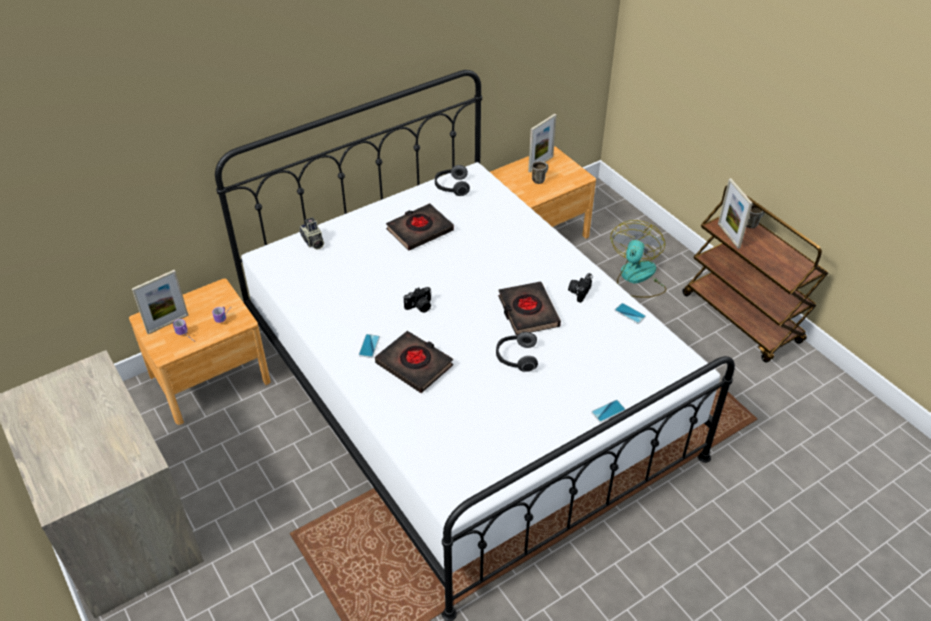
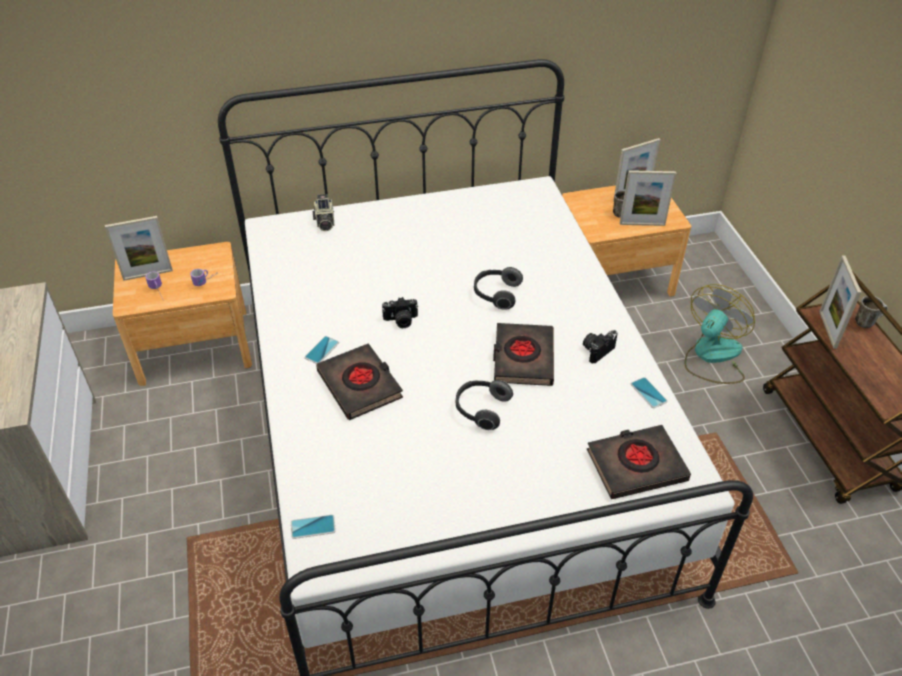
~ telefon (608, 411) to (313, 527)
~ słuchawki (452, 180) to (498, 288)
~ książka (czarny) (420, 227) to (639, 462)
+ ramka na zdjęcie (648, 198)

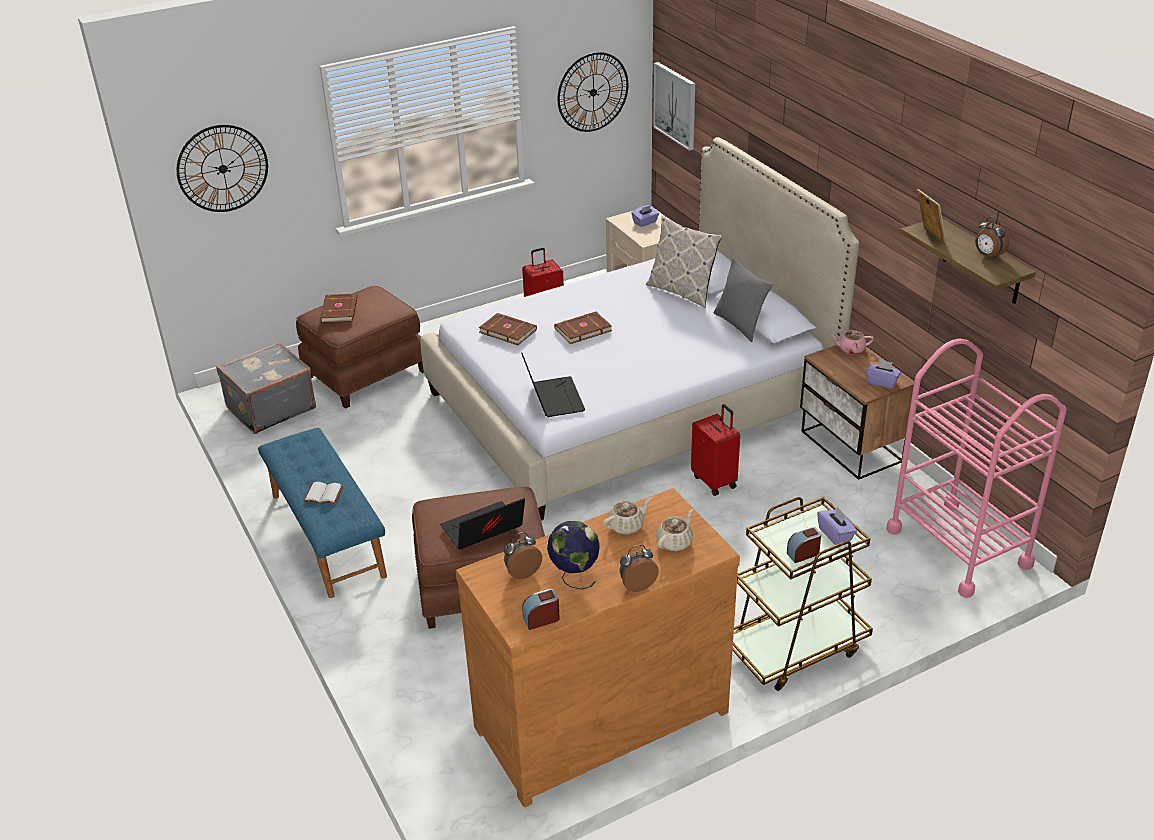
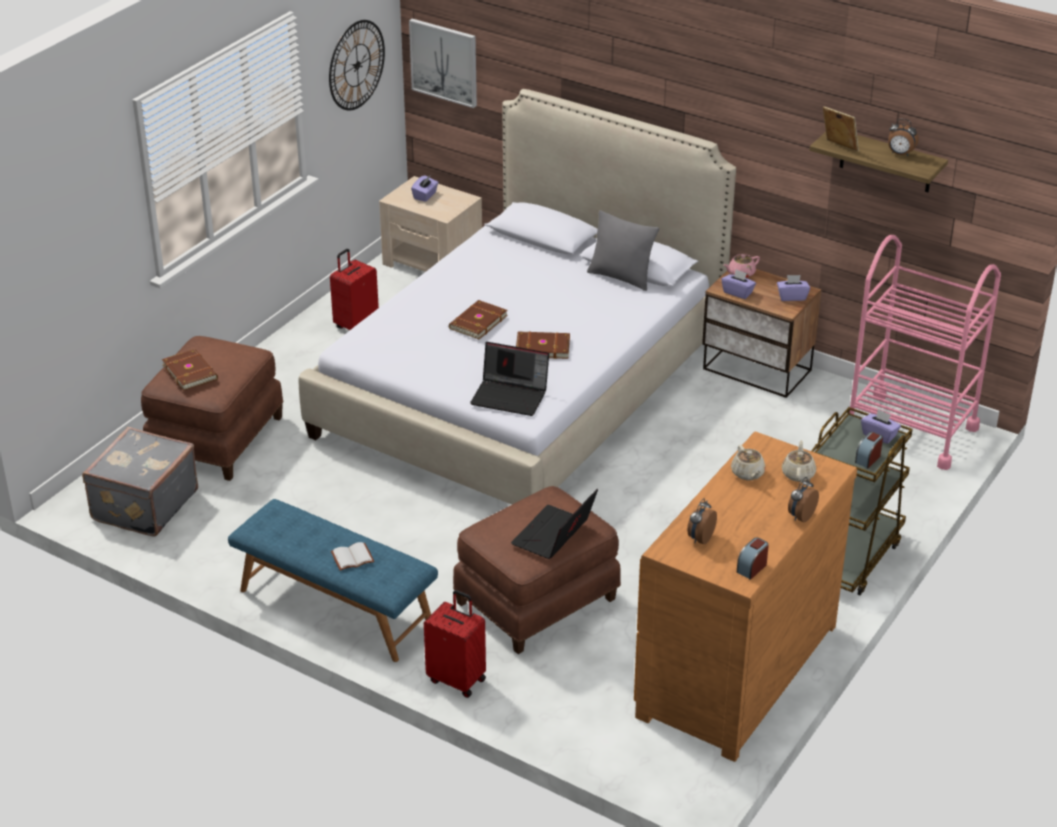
~ walizka (czerwony) (715, 450) to (455, 644)
~ laptop (553, 385) = (509, 379) 150 degrees clockwise
~ książka (brązowy) (508, 329) to (543, 345)
+ pudełko chusteczek (fioletowy) (738, 284)
~ imbryk (beżowy) (627, 515) = (748, 462) 135 degrees clockwise
- zegar ścienny (222, 168)
- globus (573, 555)
- poduszka (684, 261)

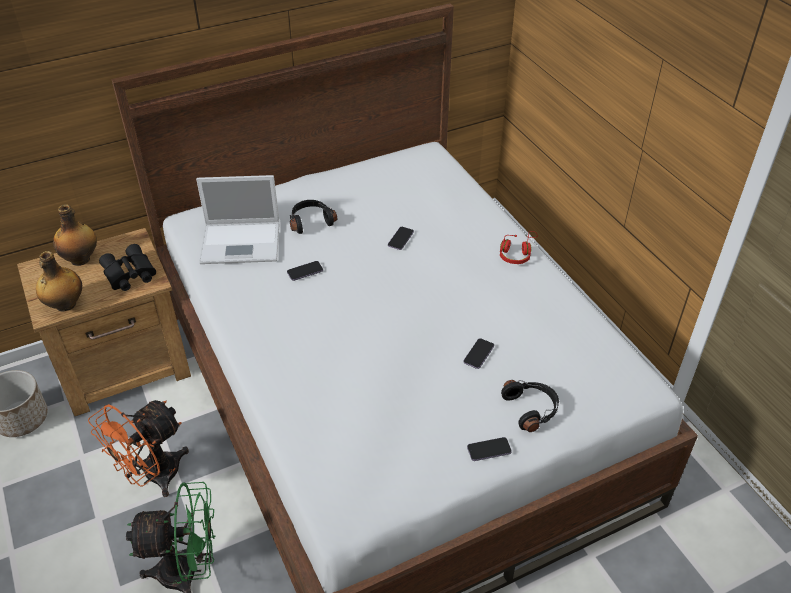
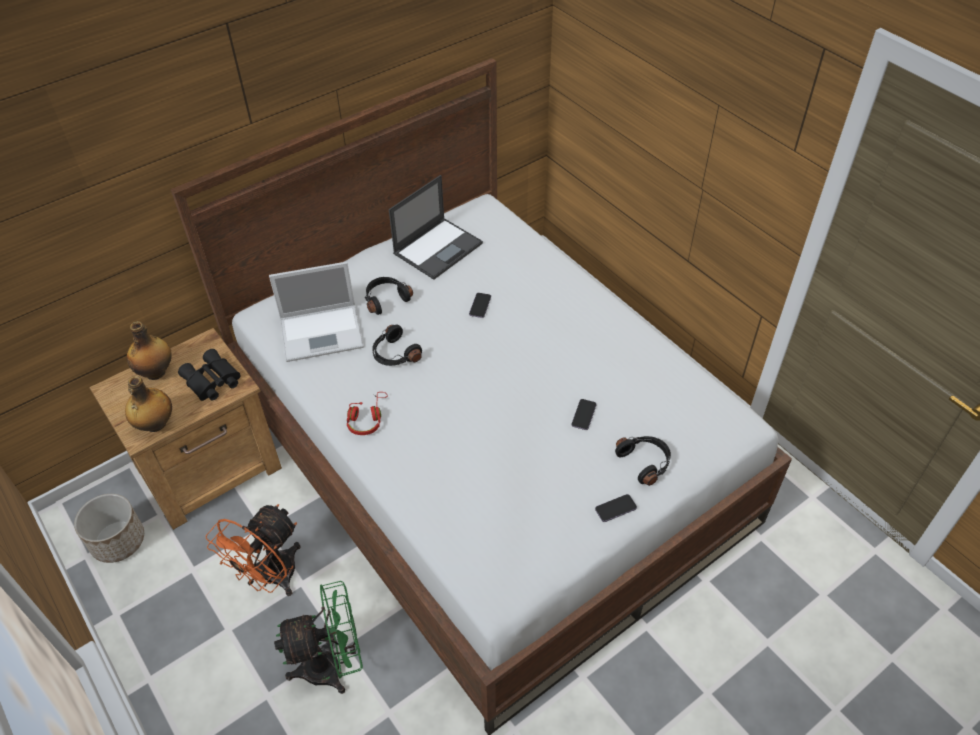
~ słuchawki (czerwony) (519, 247) to (367, 413)
~ telefon (305, 271) to słuchawki (czarny) (397, 345)
+ laptop (436, 227)

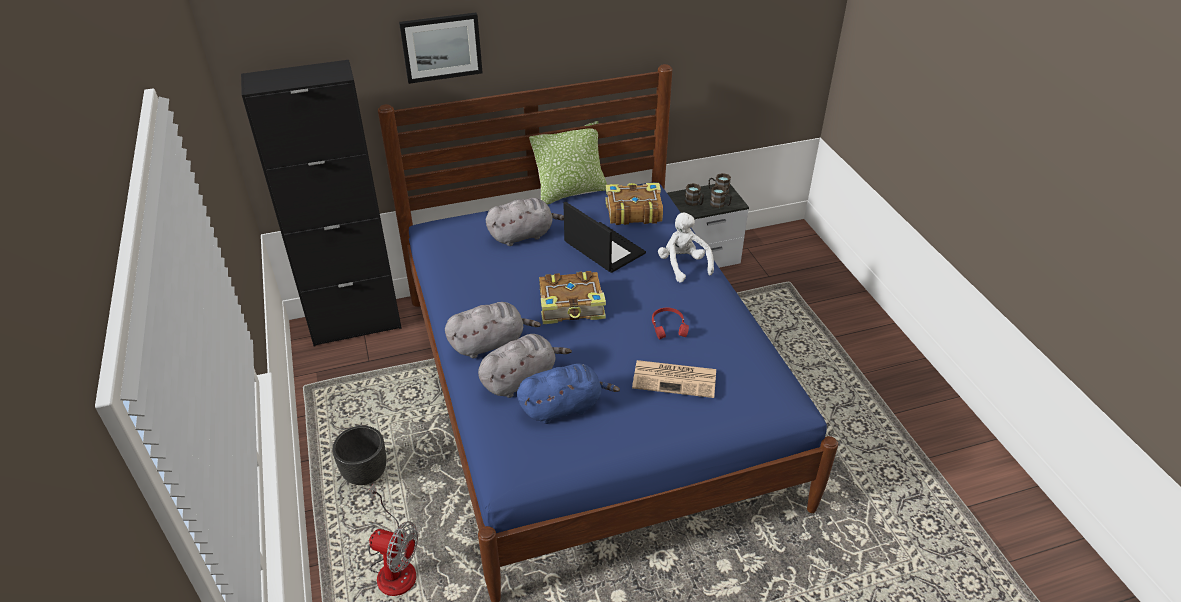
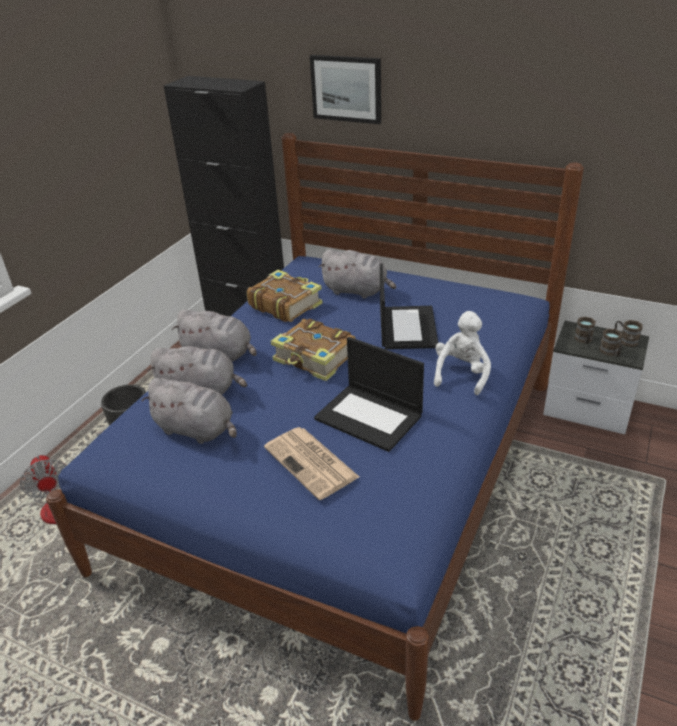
~ pluszak (niebieski) (568, 394) to pluszak (szary) (189, 411)
~ książka (634, 204) to (285, 296)
~ słuchawki (czerwony) (670, 324) to laptop (369, 394)
- poduszka (568, 163)

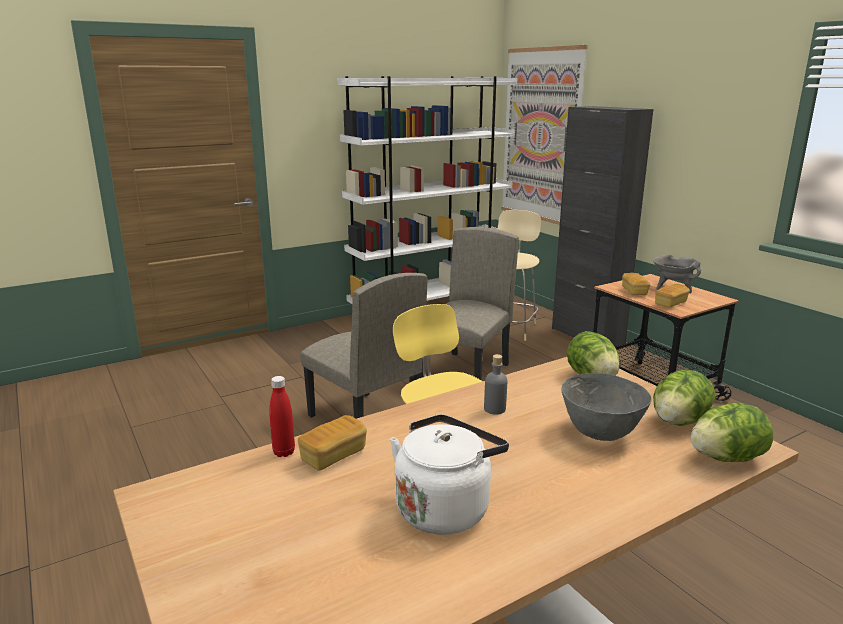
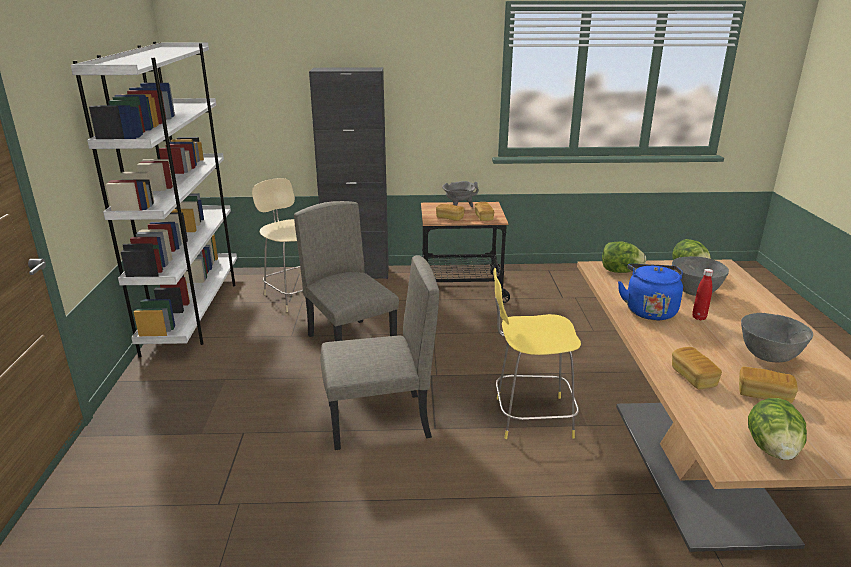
~ butelka (szary) (495, 384) to czajnik (niebieski) (650, 292)
~ butelka (czerwony) (282, 416) to (702, 294)
+ chleb (768, 384)
~ czajnik (biały) (449, 474) to miska (szary) (777, 338)
~ sałata (731, 432) to (777, 429)
- obraz (544, 135)

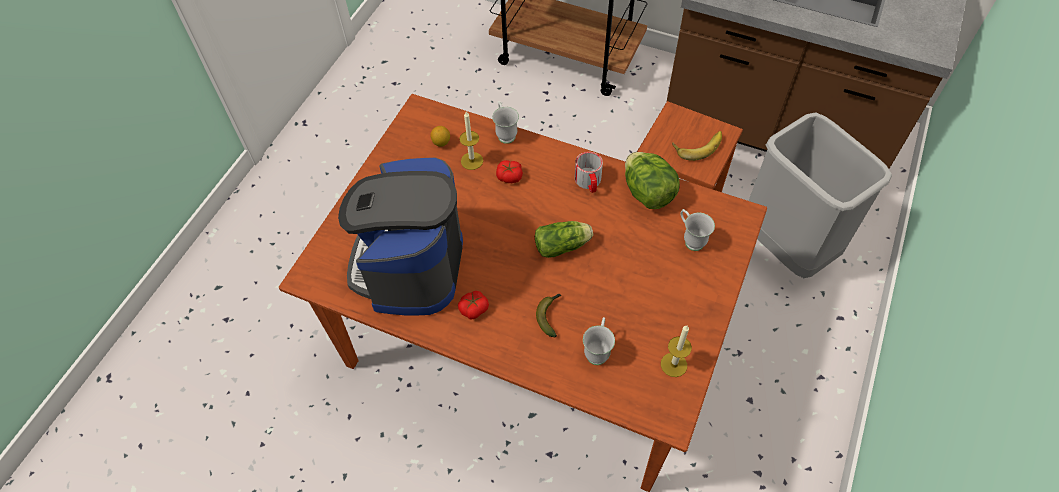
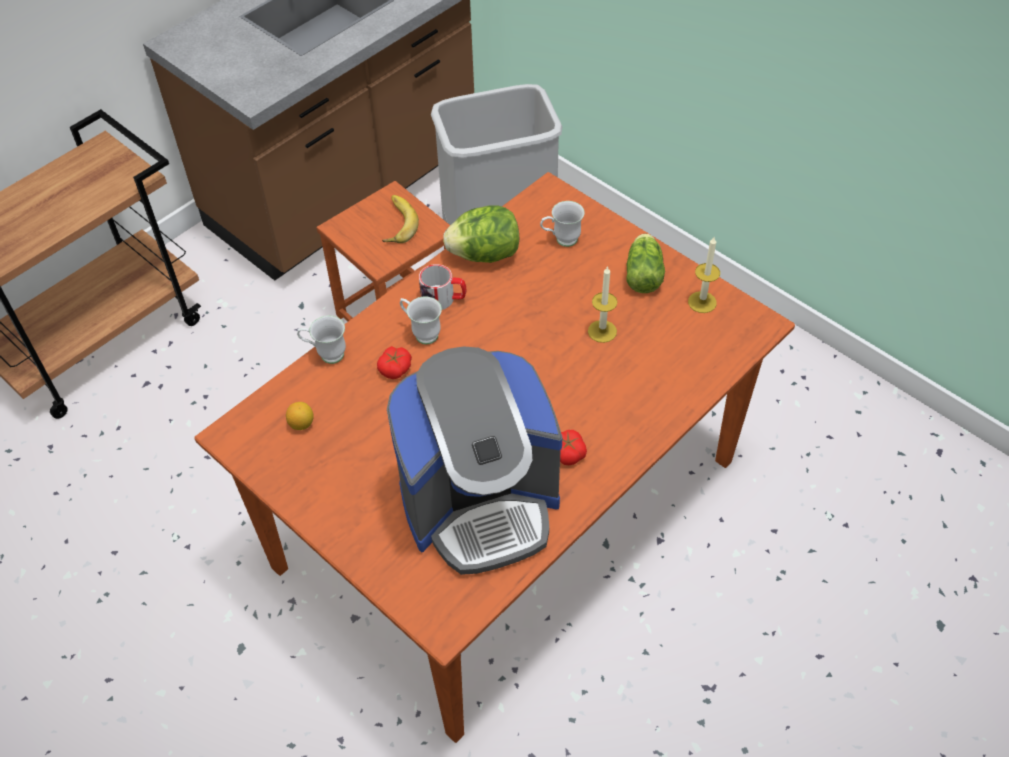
~ ekspres do kawy (400, 236) = (474, 460) 45 degrees counterclockwise
~ kubek (biały) (599, 341) to (421, 320)
~ świeca (471, 141) to (603, 304)
~ sałata (564, 239) to (645, 263)
- banan (548, 316)

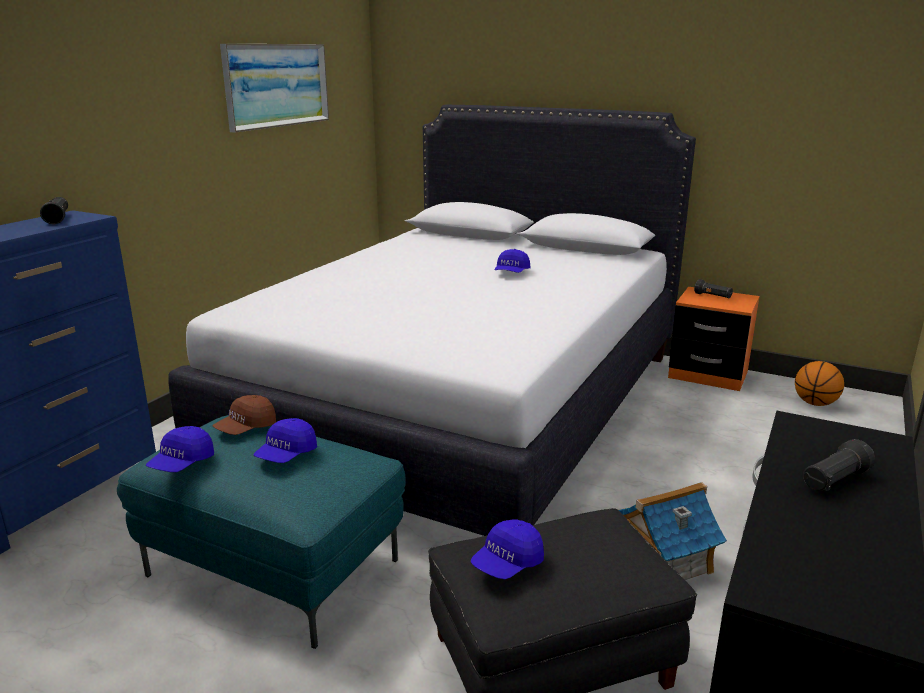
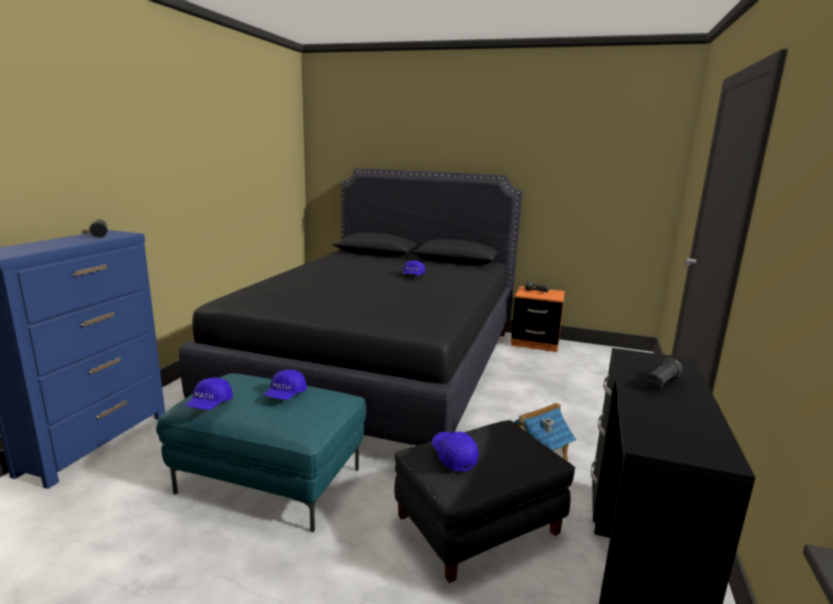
~ łóżko (biały) (432, 320) to łóżko (czarny) (351, 307)
~ czapka z daszkiem (niebieski) (507, 549) = (455, 452) 120 degrees clockwise
- czapka z daszkiem (brązowy) (244, 415)
- obraz (274, 88)
- piłka do koszykówki (819, 383)

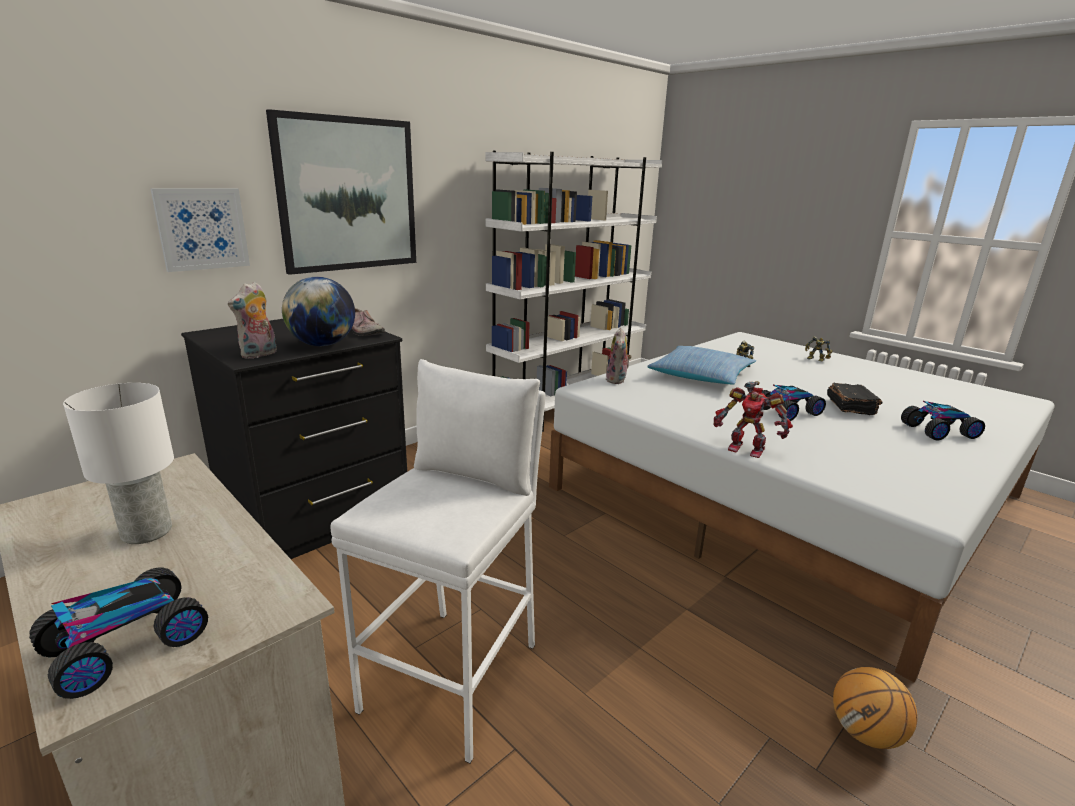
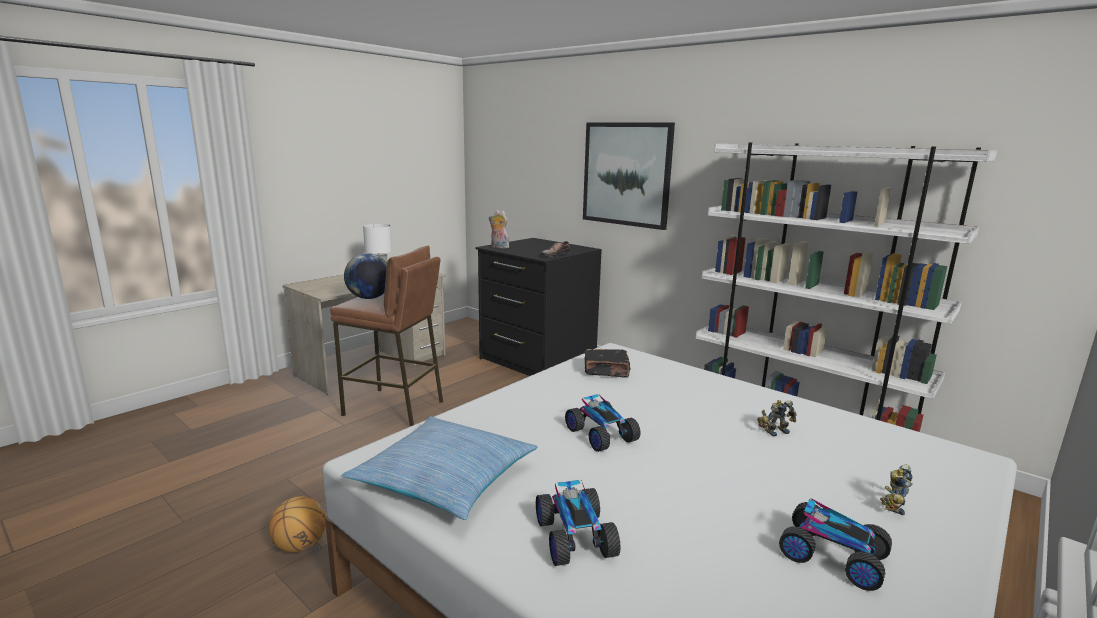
~ stołek (biały) (438, 561) to stołek (brązowy) (386, 336)
~ poduszka (702, 365) to (440, 468)
~ globus (318, 311) to (365, 276)
~ książka (czarny) (854, 399) to (607, 363)
~ samochodzik (118, 633) to (835, 545)
- obraz (200, 230)
- pluszak (619, 356)
- robot zabawkowy (753, 419)

